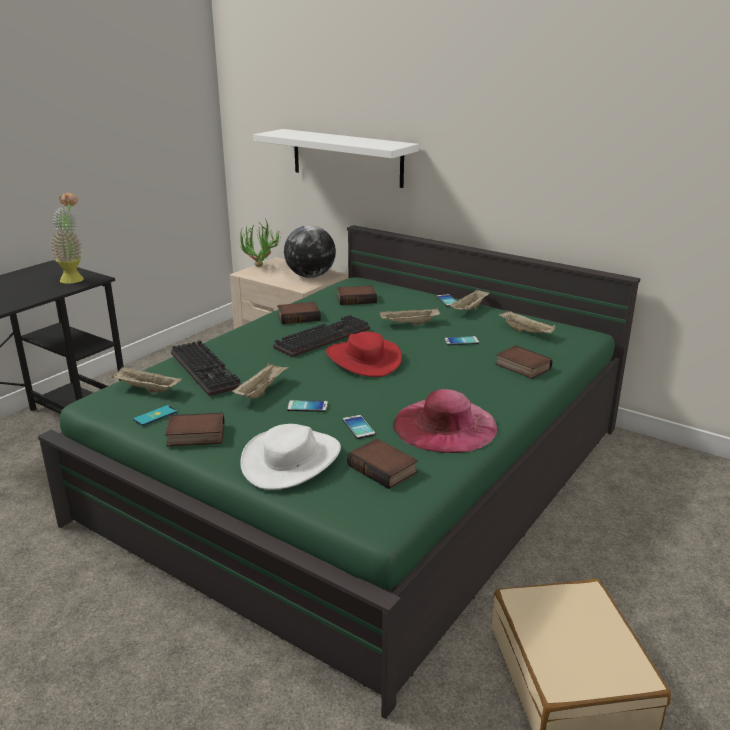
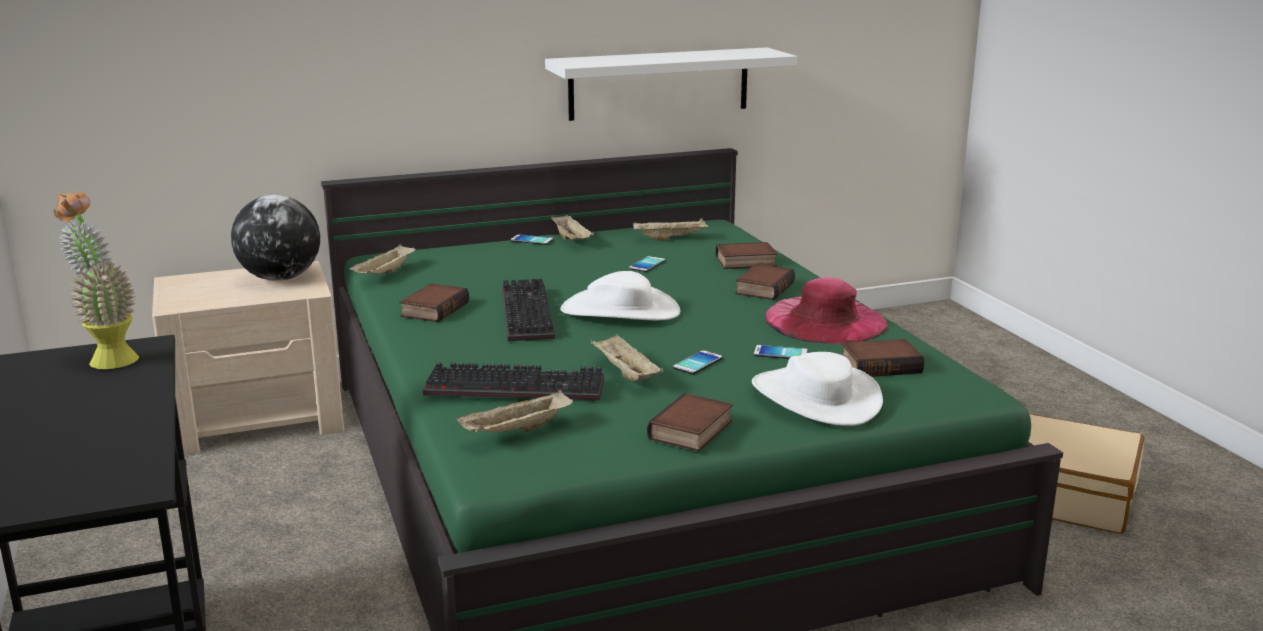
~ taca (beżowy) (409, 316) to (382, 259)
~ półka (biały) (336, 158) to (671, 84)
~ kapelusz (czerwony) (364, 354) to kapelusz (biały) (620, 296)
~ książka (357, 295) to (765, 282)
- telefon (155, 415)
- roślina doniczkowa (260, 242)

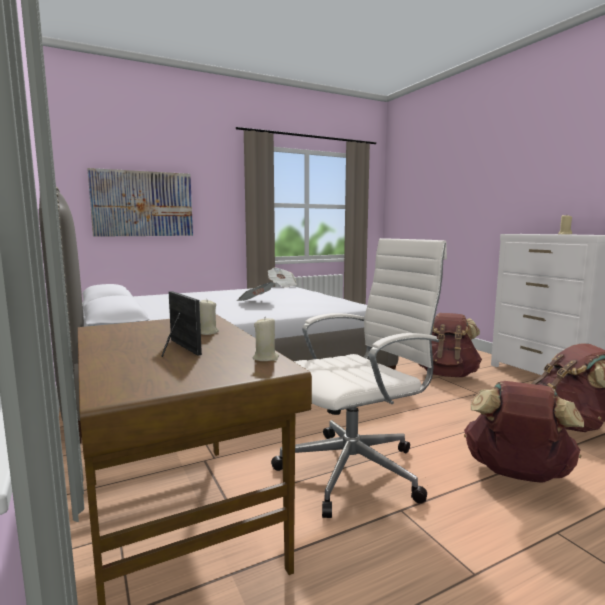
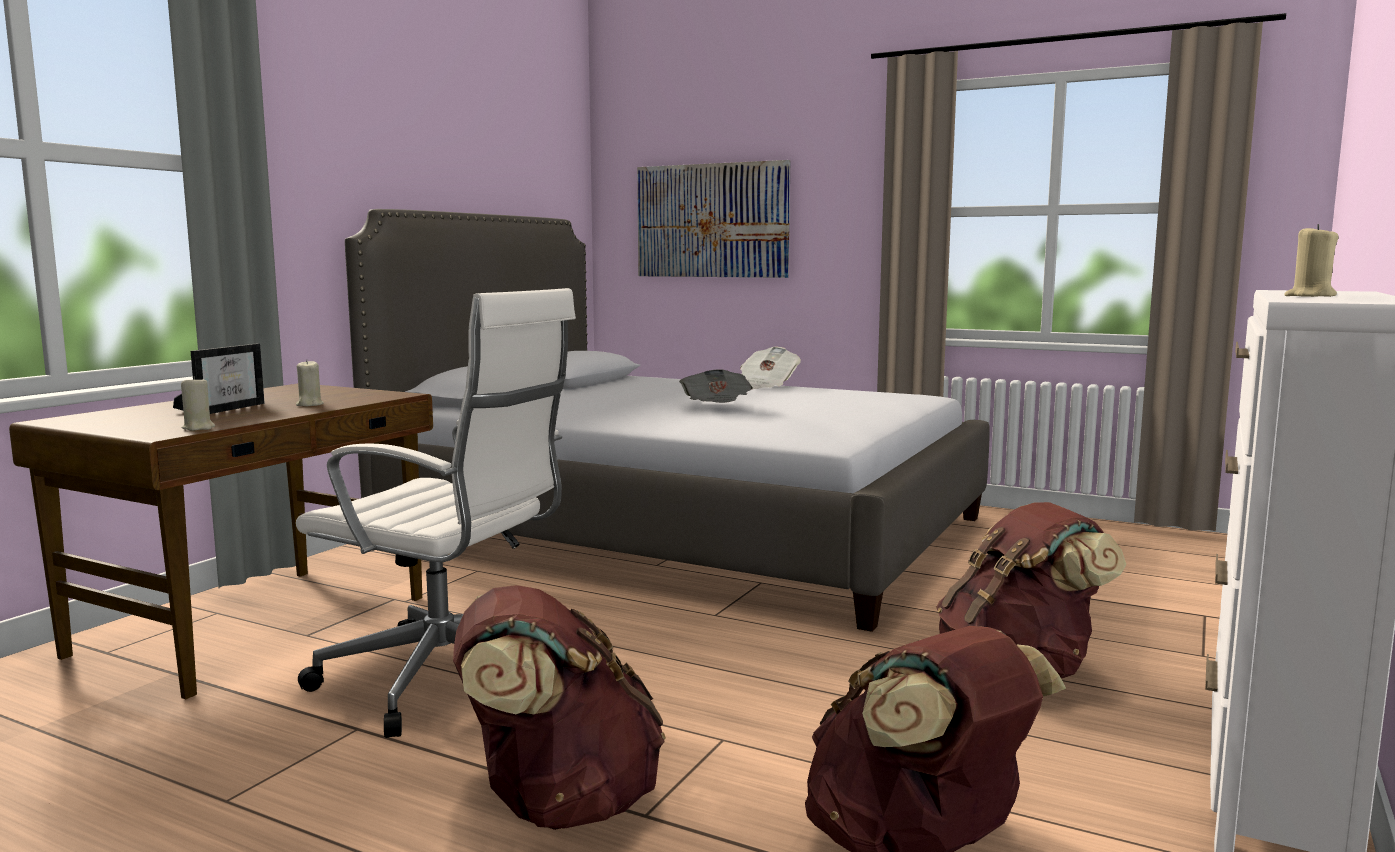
~ gazeta (282, 278) to (770, 368)

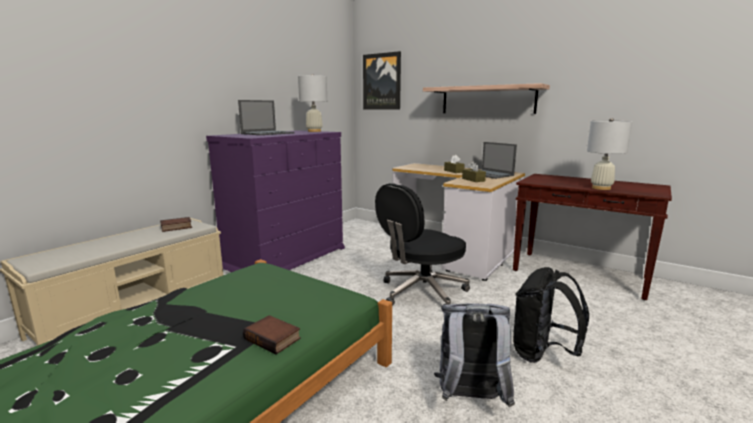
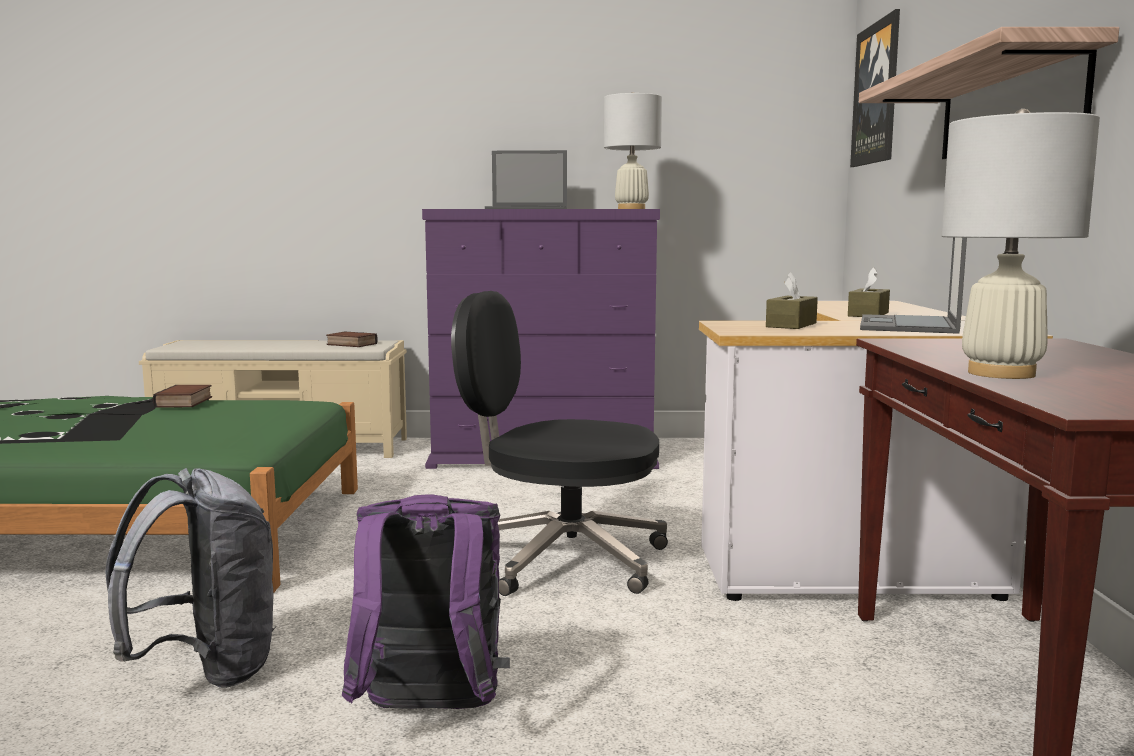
~ książka (272, 335) to (182, 396)
~ plecak (czarny) (551, 315) to plecak (fioletowy) (426, 602)

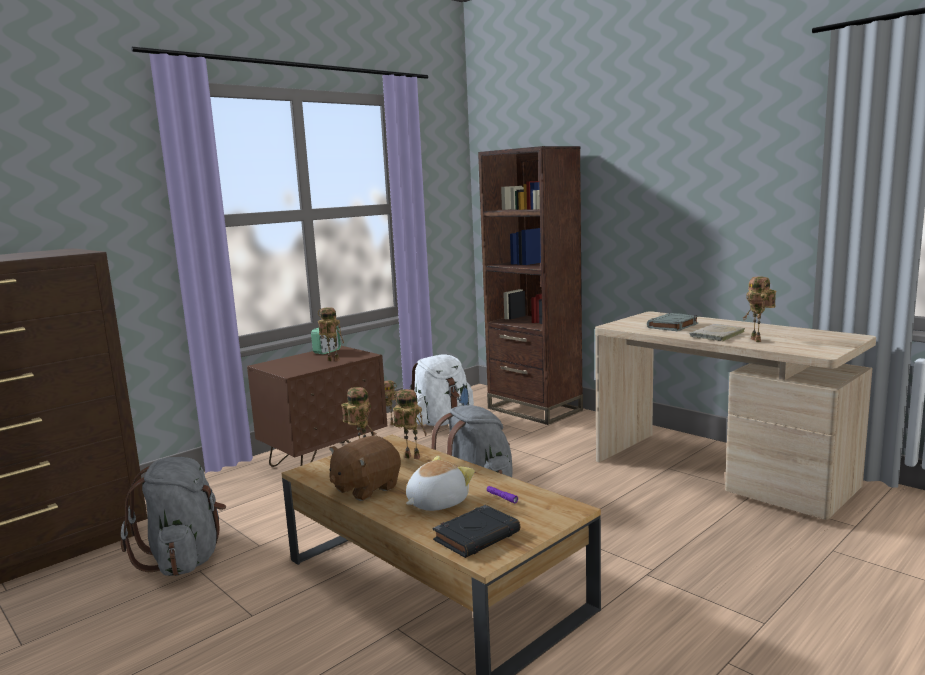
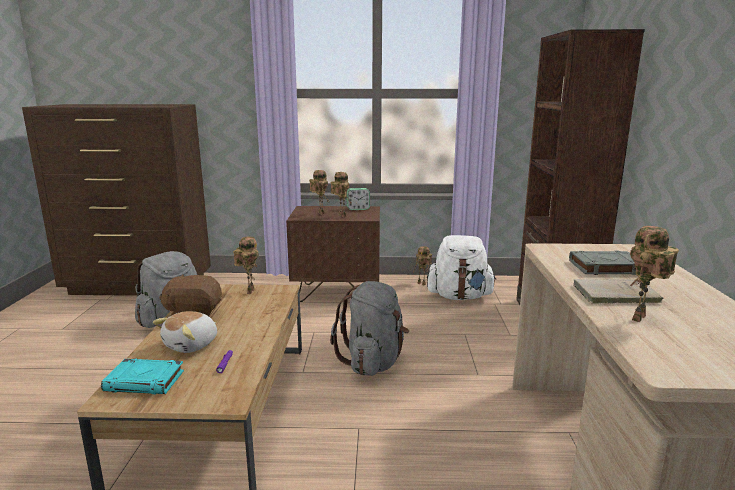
~ książka (czarny) (476, 531) to książka (turkusowy) (142, 376)
~ pluszak (440, 483) = (185, 332) 120 degrees clockwise
~ robot zabawkowy (410, 424) to (319, 192)

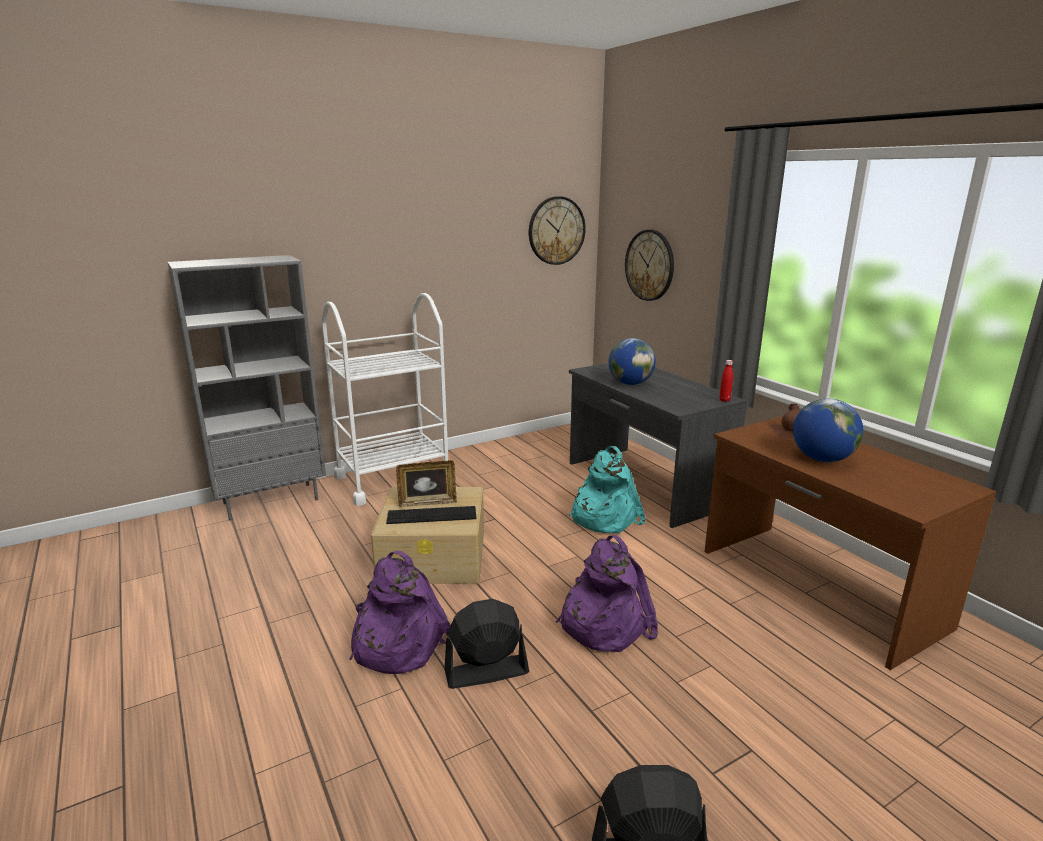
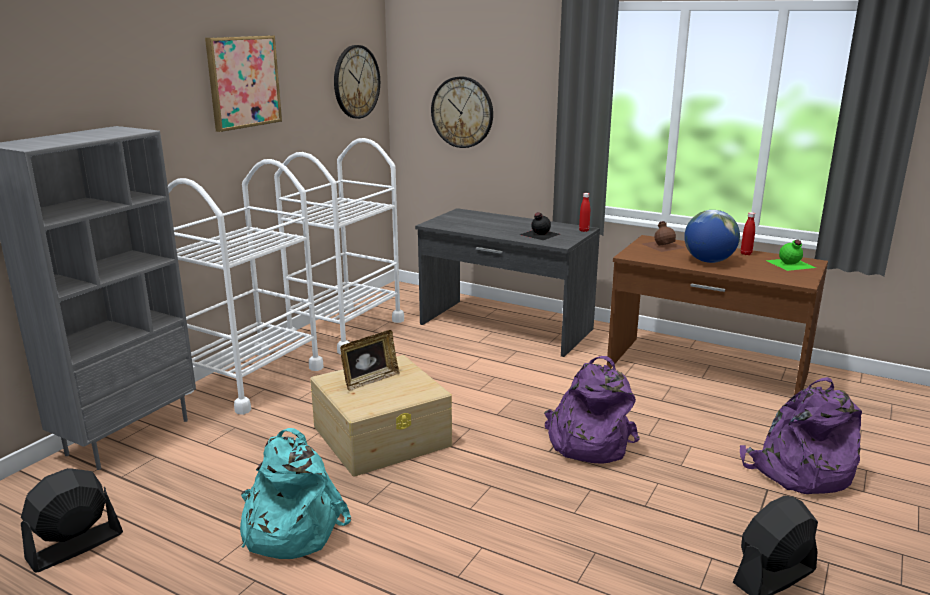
~ wentylator (czarny) (486, 644) to (72, 520)
+ obraz (243, 83)
~ plecak (turkusowy) (607, 489) to (295, 493)
+ wózek (biały) (339, 246)
+ butelka (czarny) (540, 226)
~ plecak (fioletowy) (400, 612) to (801, 435)
+ butelka (czerwony) (748, 233)
+ butelka (zielony) (790, 255)
- klawiatura (431, 515)
- globus (632, 361)

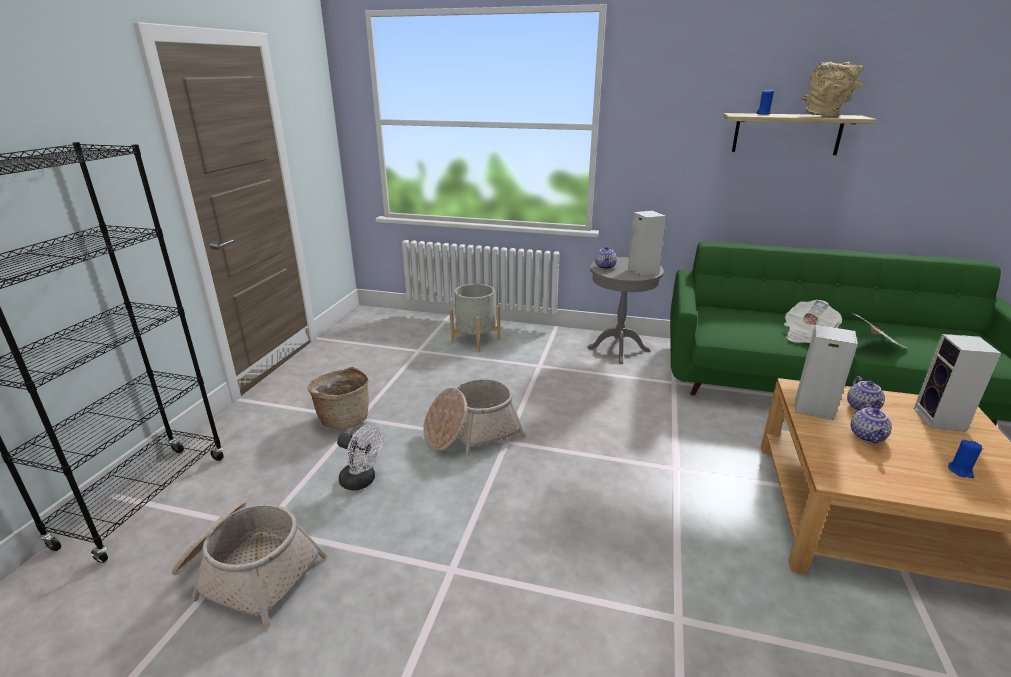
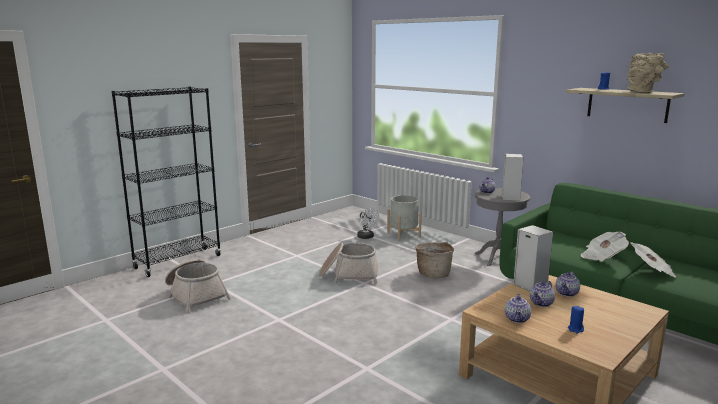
~ wentylator (biały) (360, 458) to (368, 223)
~ koszyk (338, 398) to (434, 260)
+ imbryk (518, 308)
- głośnik (957, 382)

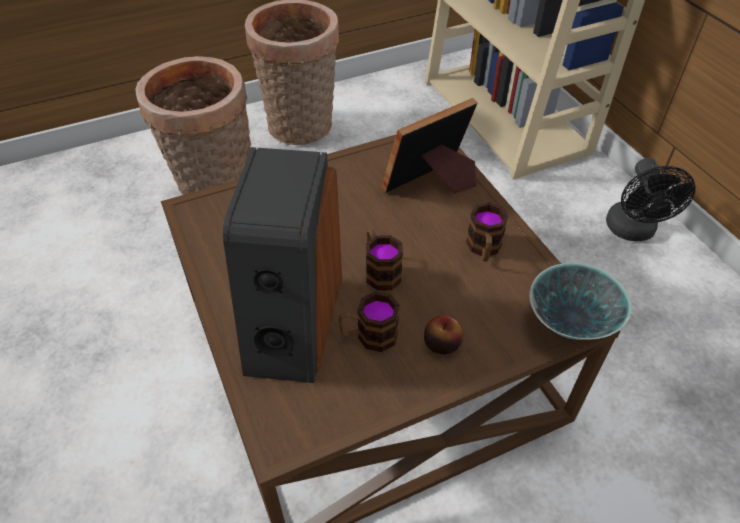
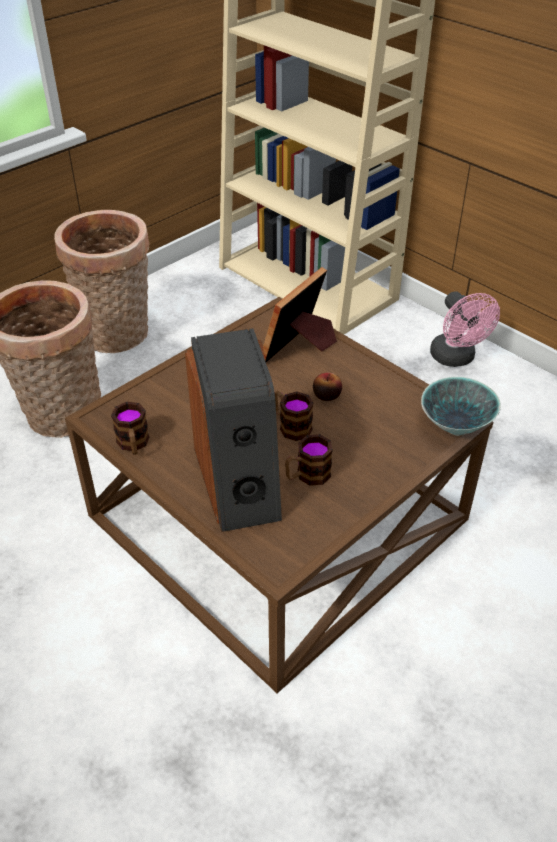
~ kubek (487, 231) to (130, 428)
~ jabłko (444, 335) to (327, 387)
~ wentylator (czarny) (651, 199) to wentylator (różowy) (465, 329)

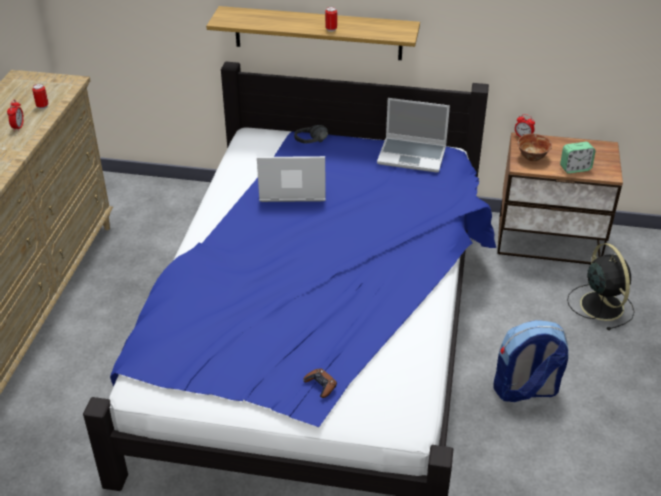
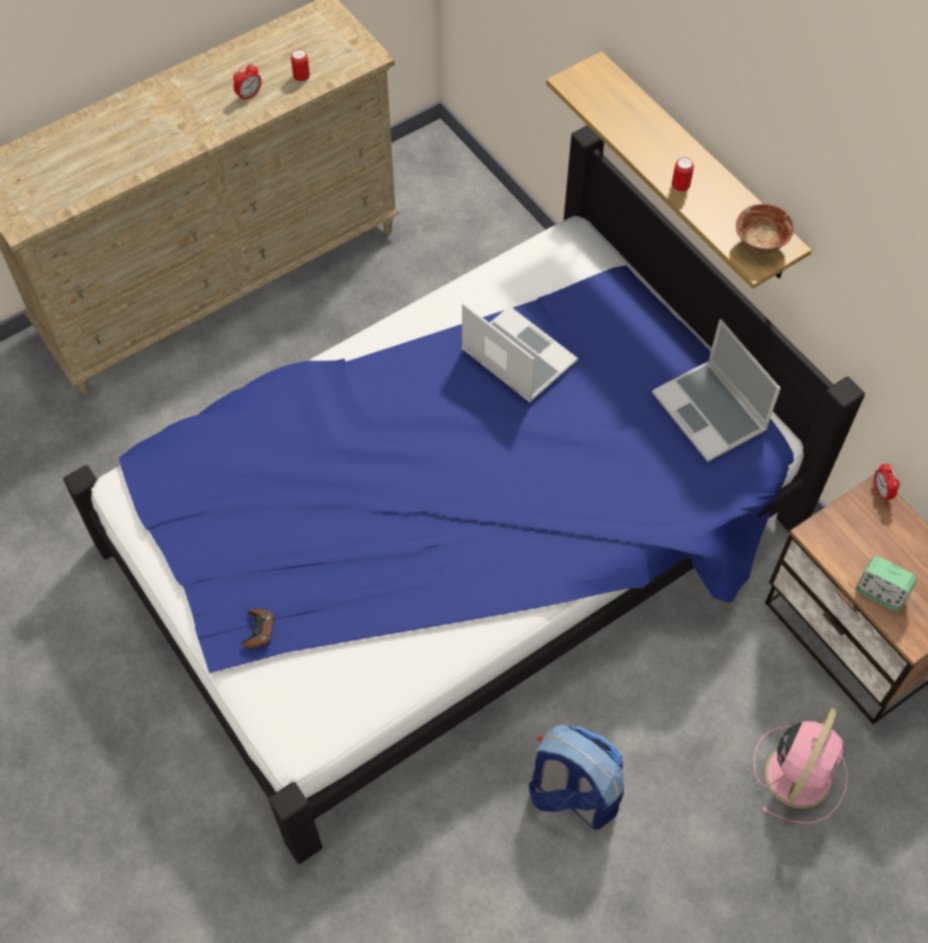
~ miska (534, 147) to (765, 229)
~ wentylator (czarny) (601, 286) to wentylator (różowy) (800, 766)
- słuchawki (czarny) (311, 134)

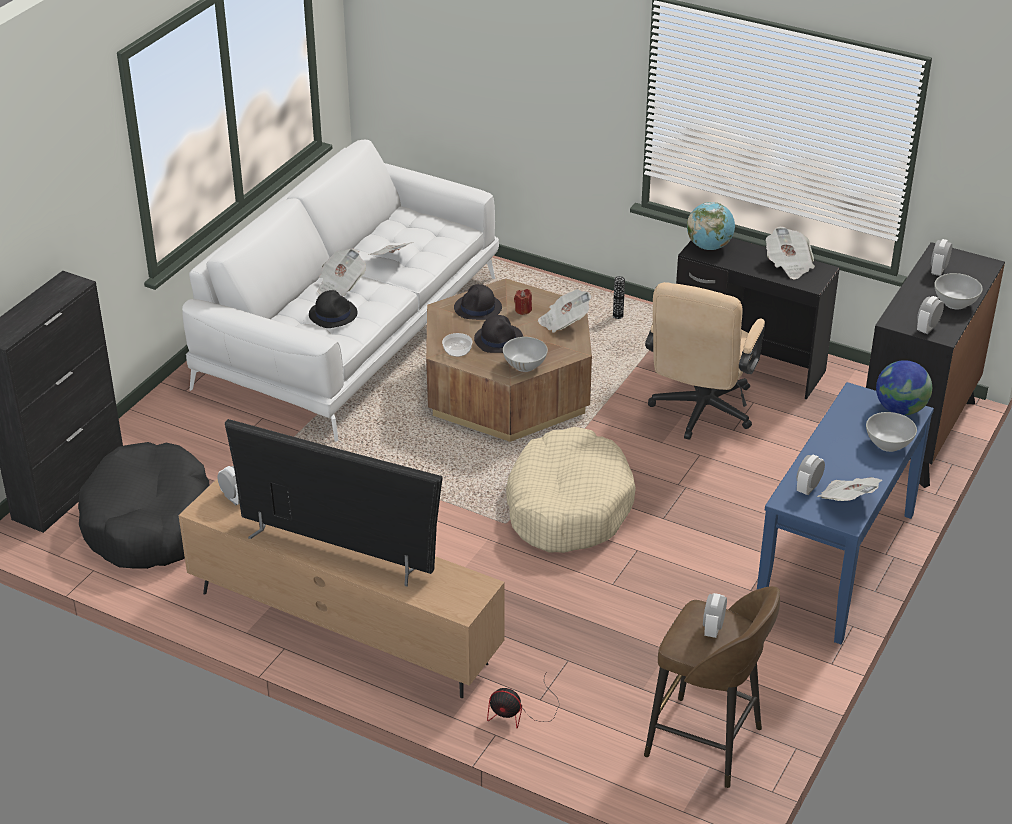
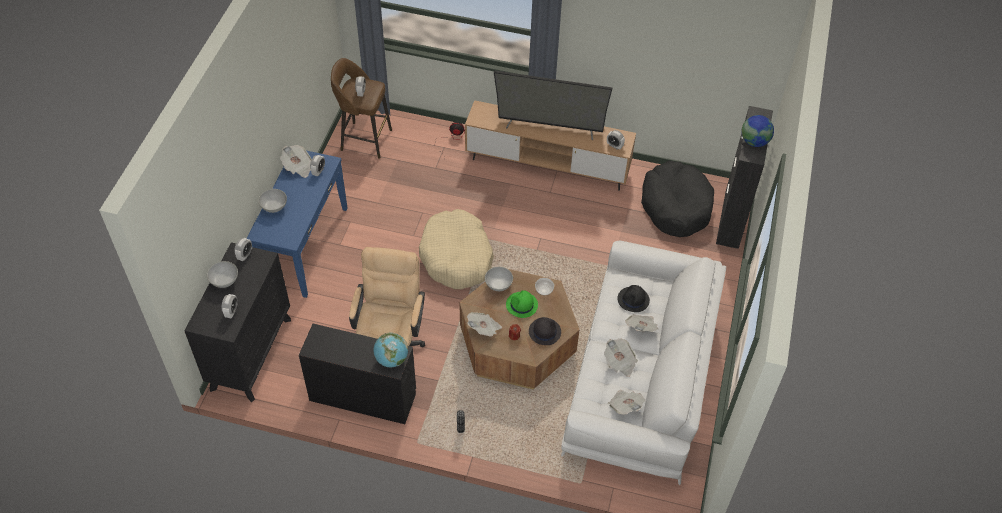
~ kapelusz (czarny) (498, 334) to kapelusz (zielony) (522, 304)
~ gazeta (790, 253) to (627, 402)
~ globus (904, 387) to (757, 131)

